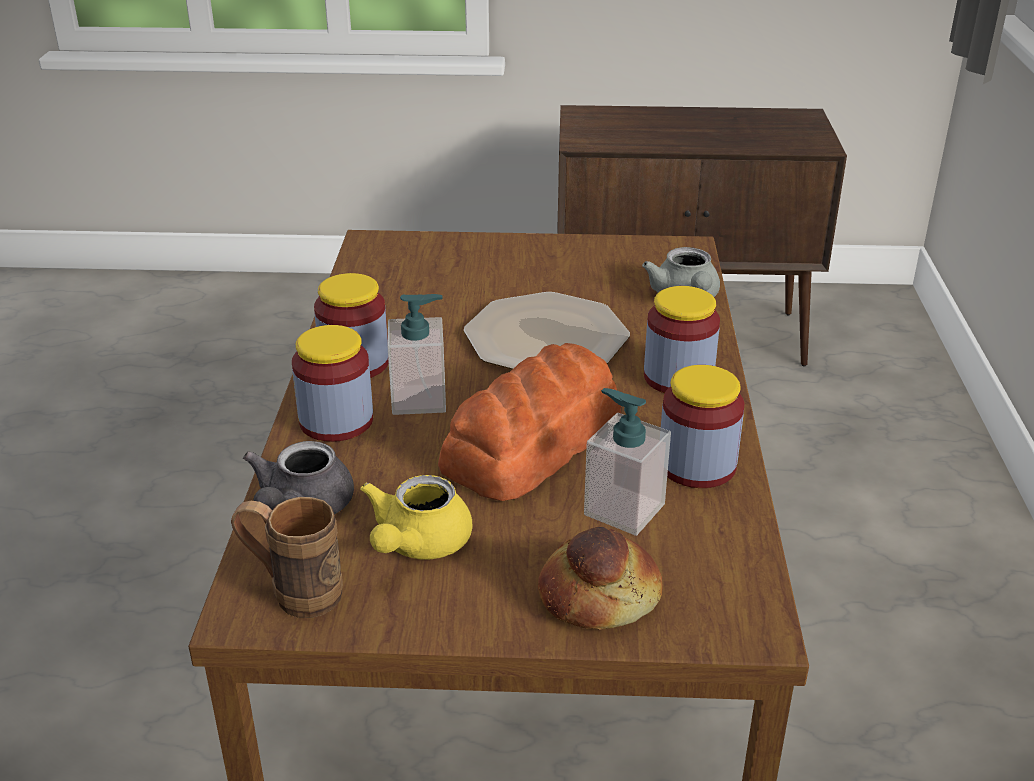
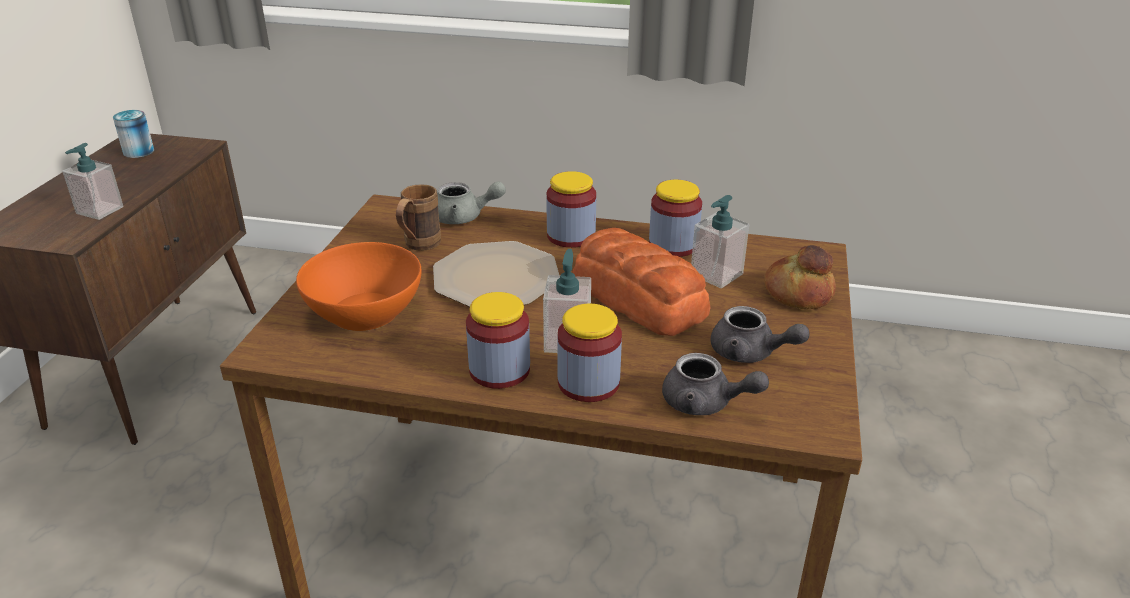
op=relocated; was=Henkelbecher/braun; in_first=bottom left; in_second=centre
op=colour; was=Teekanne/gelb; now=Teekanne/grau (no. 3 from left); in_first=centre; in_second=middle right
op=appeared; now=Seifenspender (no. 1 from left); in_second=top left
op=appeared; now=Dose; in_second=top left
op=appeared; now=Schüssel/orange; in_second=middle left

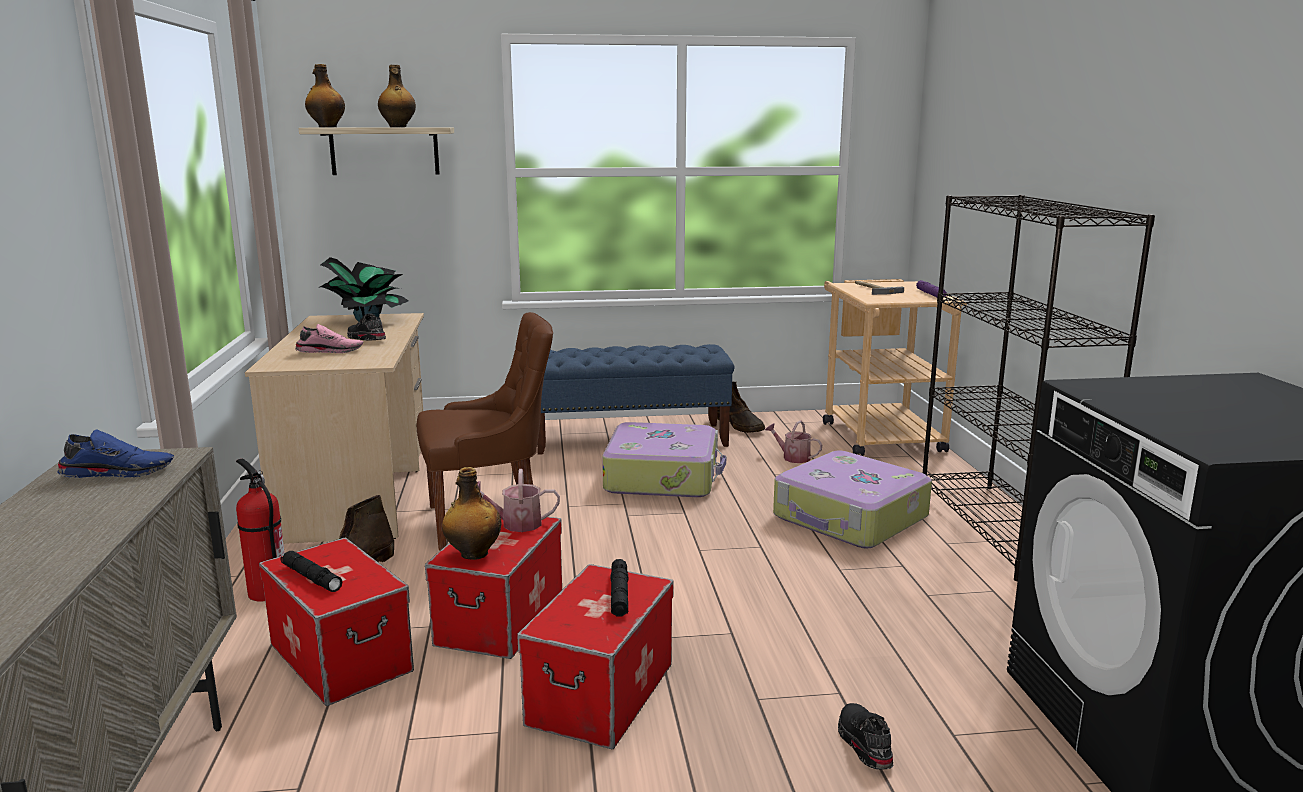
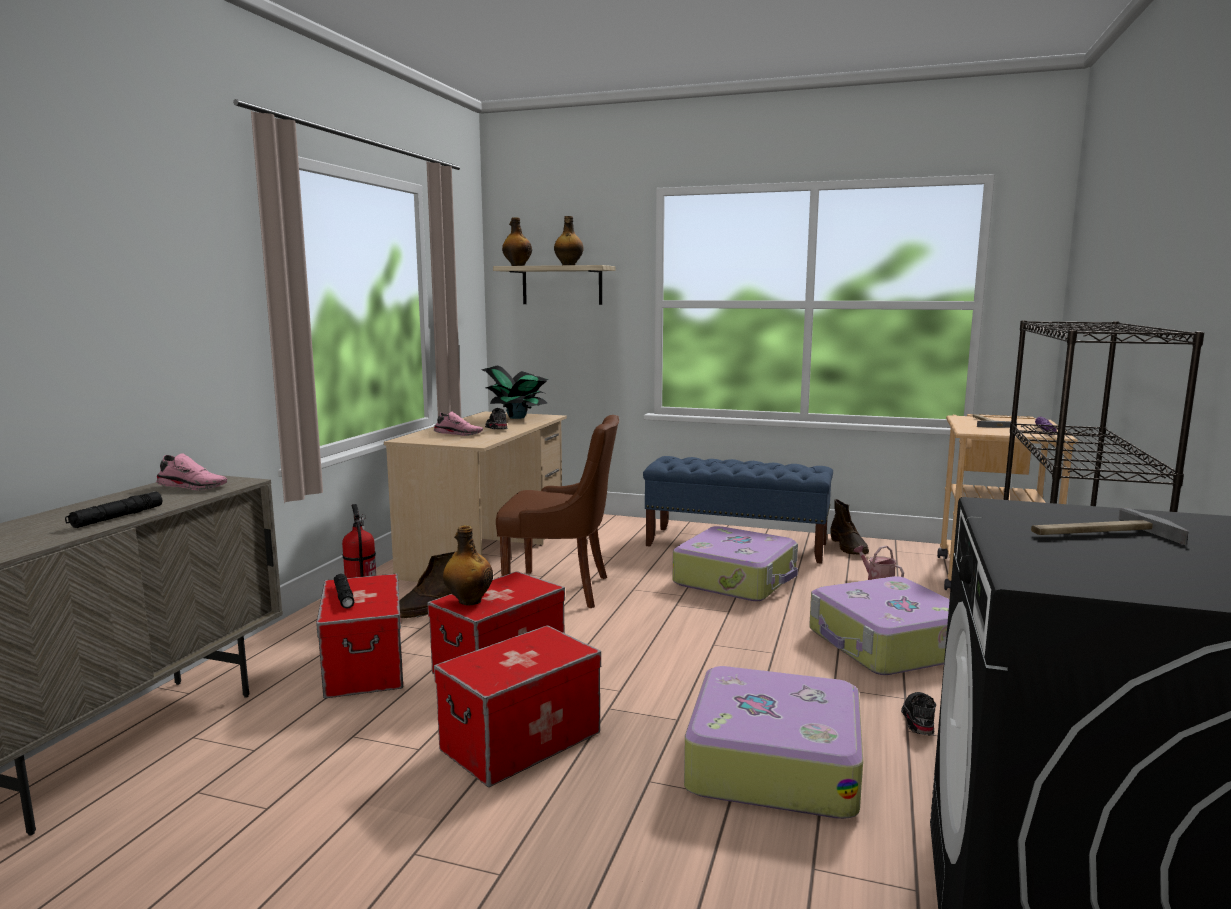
op=colour; was=Schuh/blau; now=Schuh/rosa (no. 1 from left); in_first=middle left; in_second=middle left
op=missing; was=Gießkanne (no. 1 from left); in_first=centre
op=relocated; was=Taschenlampe/schwarz (no. 2 from left in the first image); now=Taschenlampe/schwarz (no. 1 from left); in_first=bottom centre; in_second=middle left
op=relocated; was=Schuh/schwarz (no. 2 from left); in_first=bottom centre; in_second=bottom right
op=appeared; now=Koffer (no. 2 from left); in_second=bottom centre
op=appeared; now=Hammer (no. 2 from left); in_second=middle right

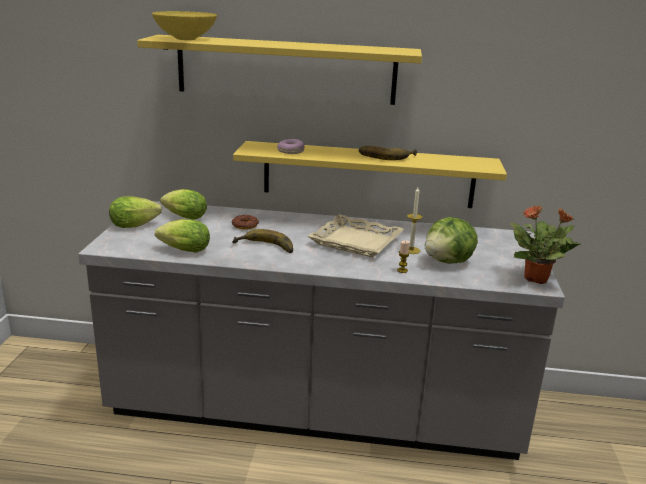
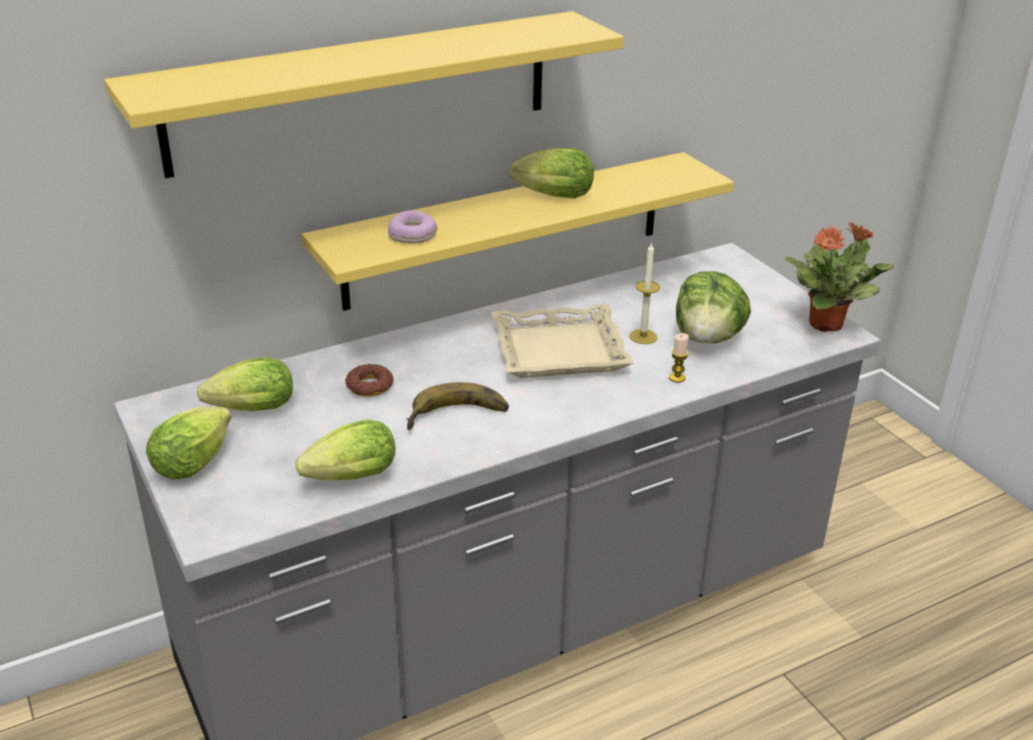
op=missing; was=Schüssel/gelb; in_first=top left
op=exchanged; was=Banane (no. 2 from left); now=Salatkopf (no. 4 from left); in_first=top centre; in_second=top centre

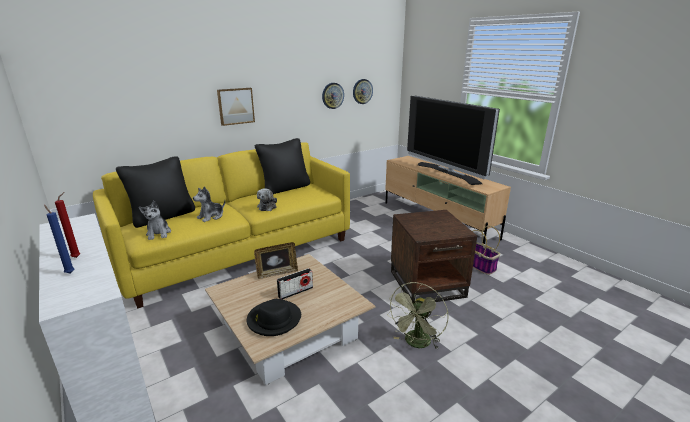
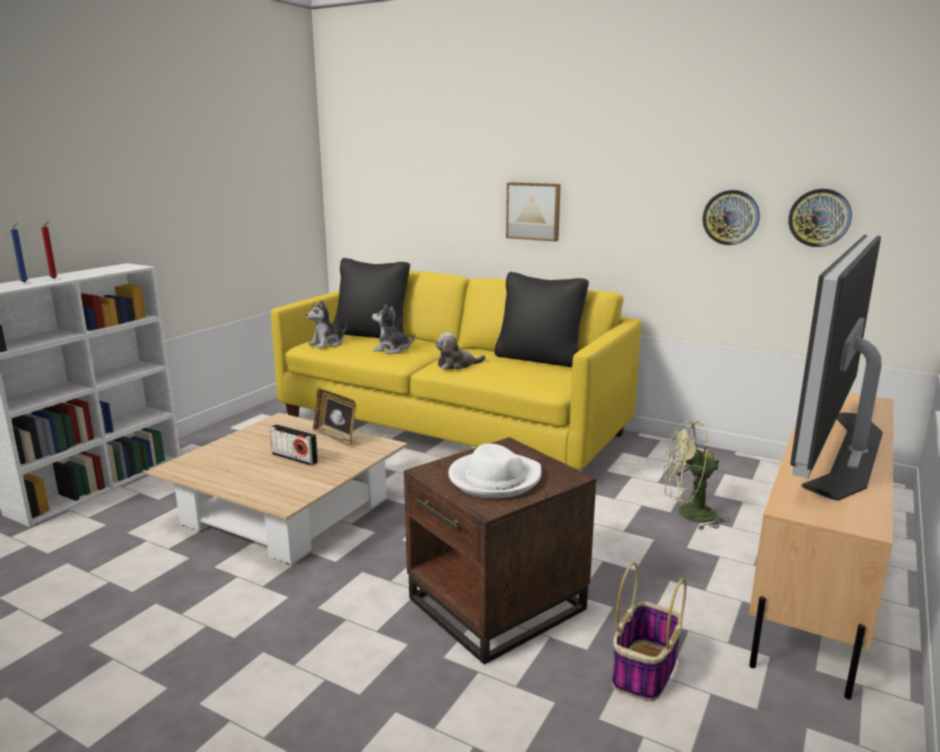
op=missing; was=Hut/schwarz; in_first=bottom centre
op=relocated; was=Ventilator/grün; in_first=bottom centre; in_second=middle right
op=appeared; now=Hut/weiß; in_second=centre

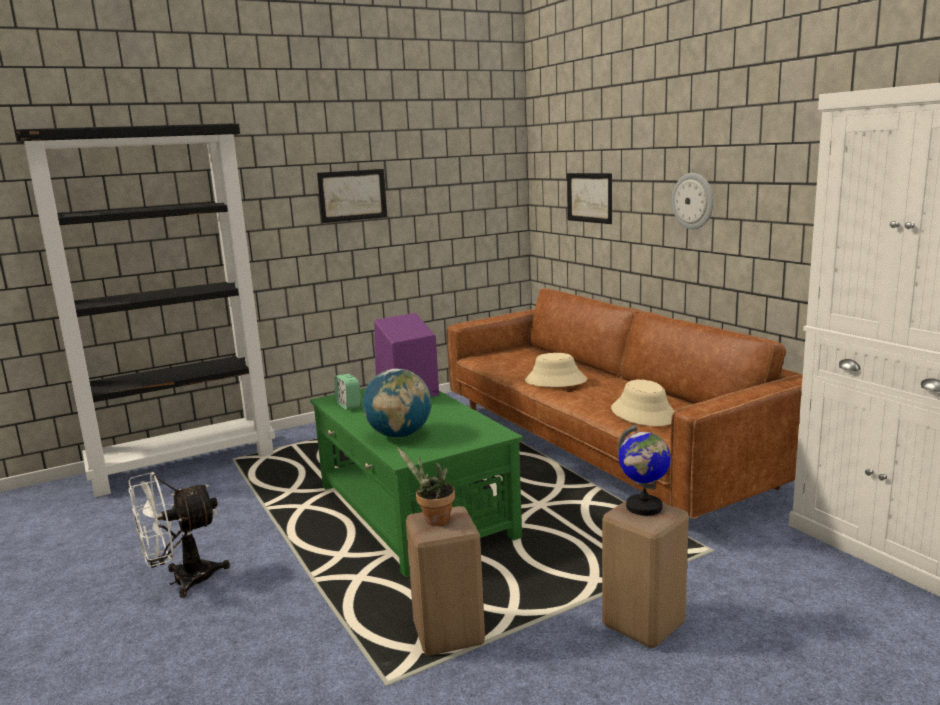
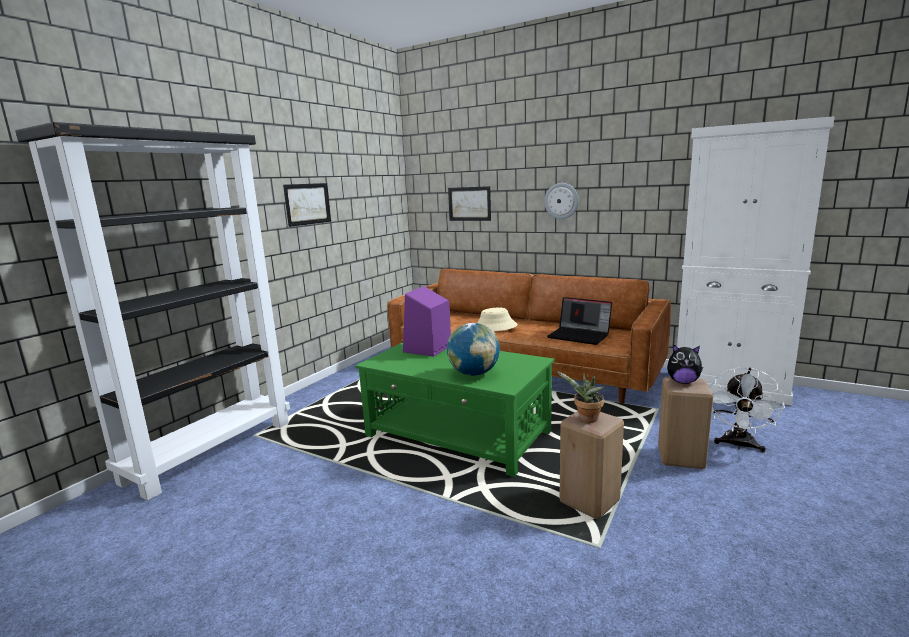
op=relocated; was=Ventilator/weiß; in_first=bottom left; in_second=middle right
op=missing; was=Wecker; in_first=centre
op=exchanged; was=Hut/beige (no. 2 from left); now=Laptop; in_first=middle right; in_second=centre
op=exchanged; was=Globus (no. 2 from left); now=Plüschtier; in_first=bottom right; in_second=middle right

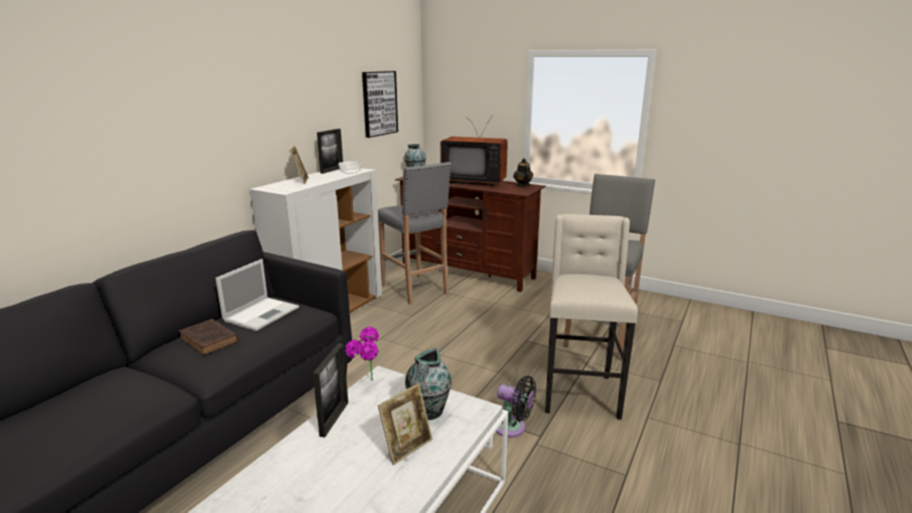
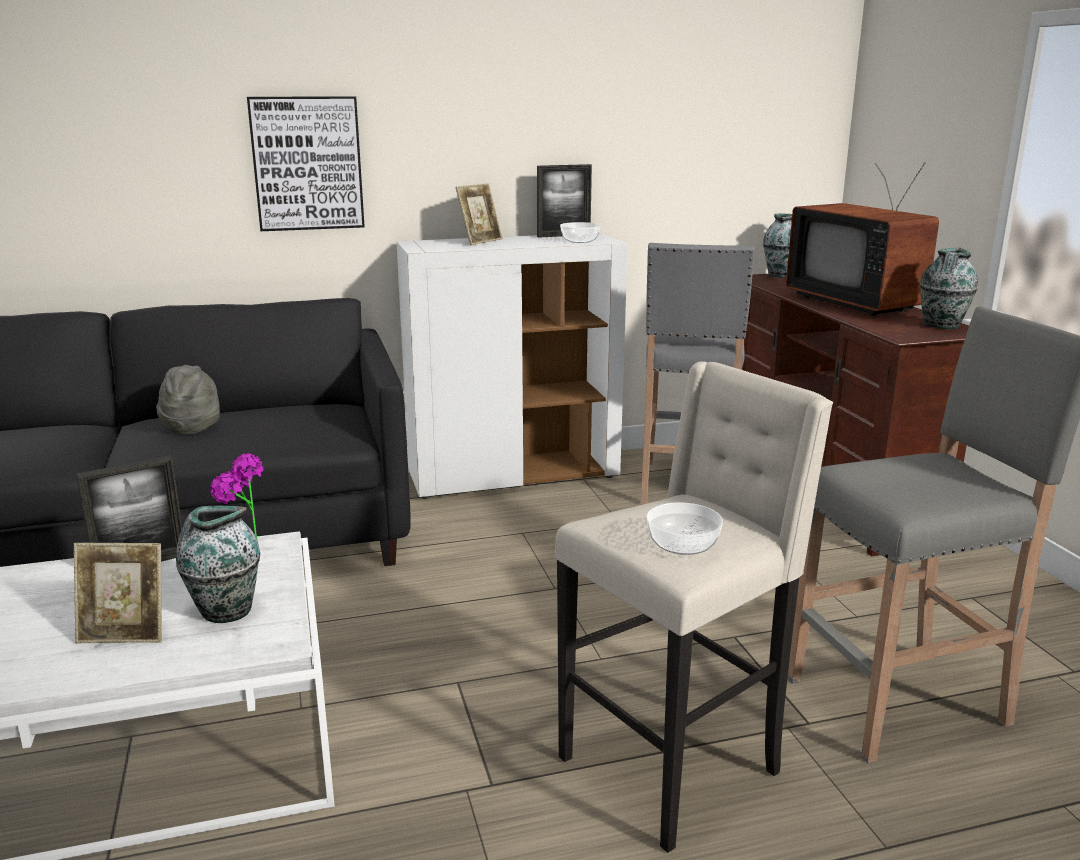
op=exchanged; was=Buch/braun; now=Hut/grau; in_first=middle left; in_second=middle left
op=missing; was=Laptop; in_first=middle left
op=relocated; was=Bild; in_first=top centre; in_second=top left
op=missing; was=Ventilator/schwarz; in_first=bottom centre
op=exchanged; was=Teekanne; now=Vase (no. 3 from left); in_first=centre; in_second=middle right
op=appeared; now=Schüssel (no. 2 from left); in_second=centre

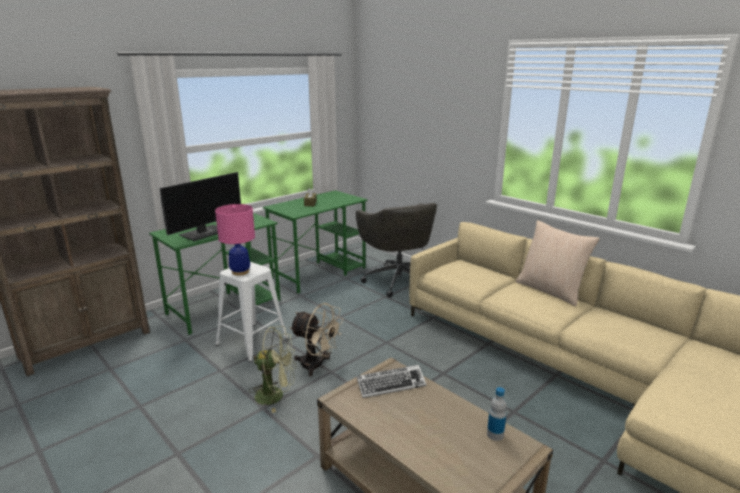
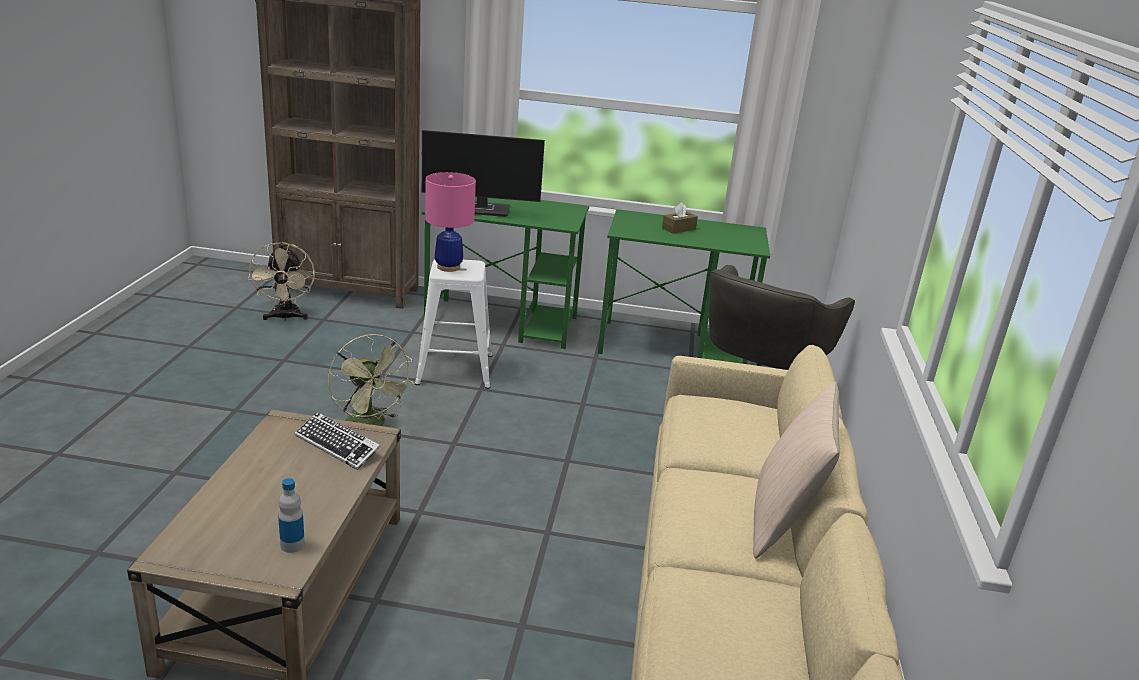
op=relocated; was=Ventilator/beige; in_first=bottom centre; in_second=middle left

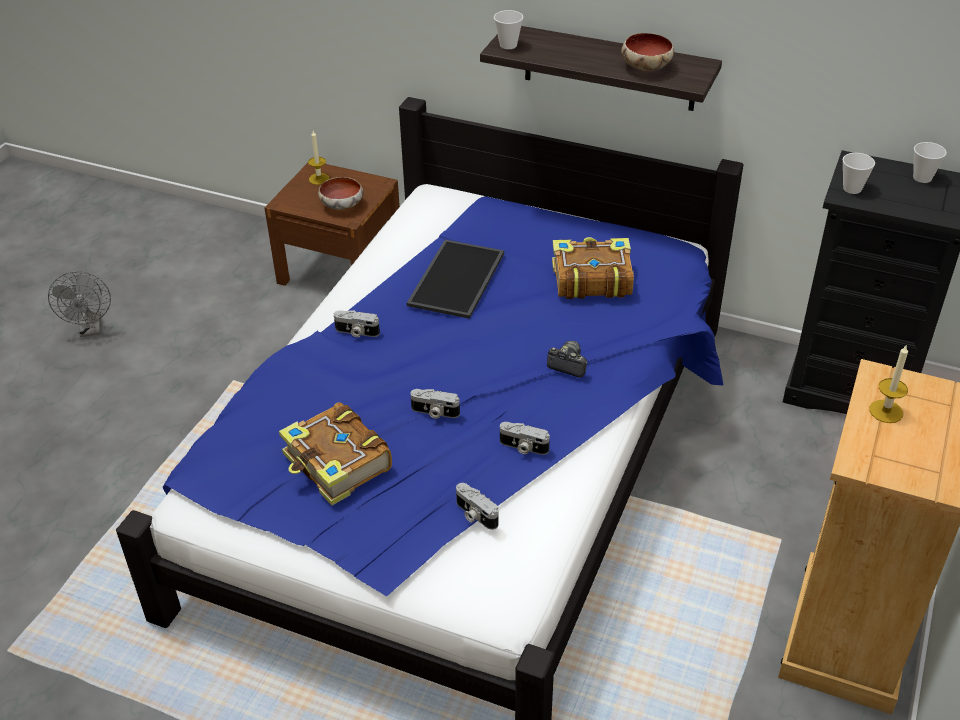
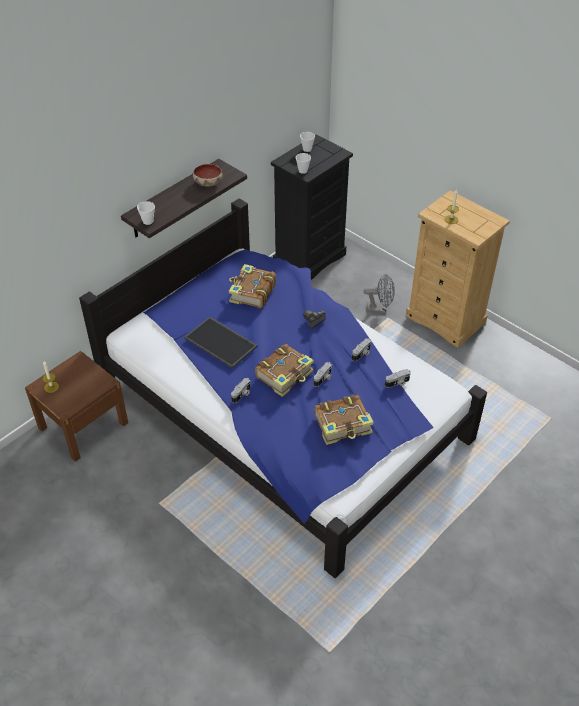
op=relocated; was=Ventilator/grau; in_first=middle left; in_second=centre
op=missing; was=Schüssel (no. 1 from left); in_first=top centre
op=appeared; now=Buch (no. 2 from left); in_second=centre

